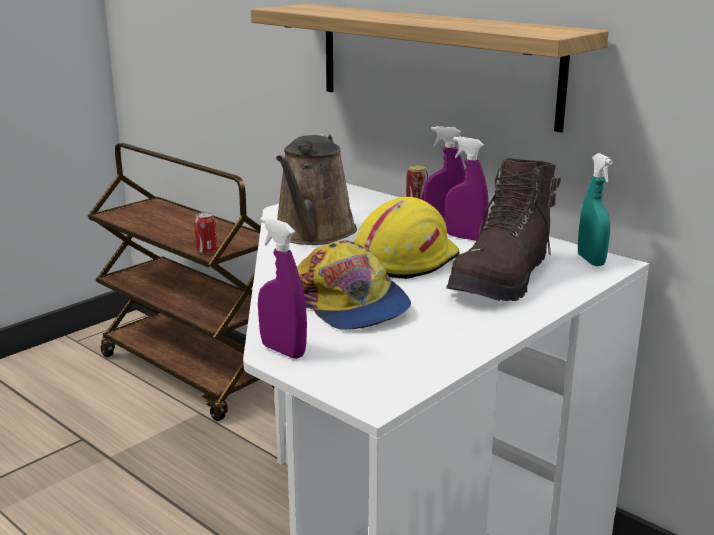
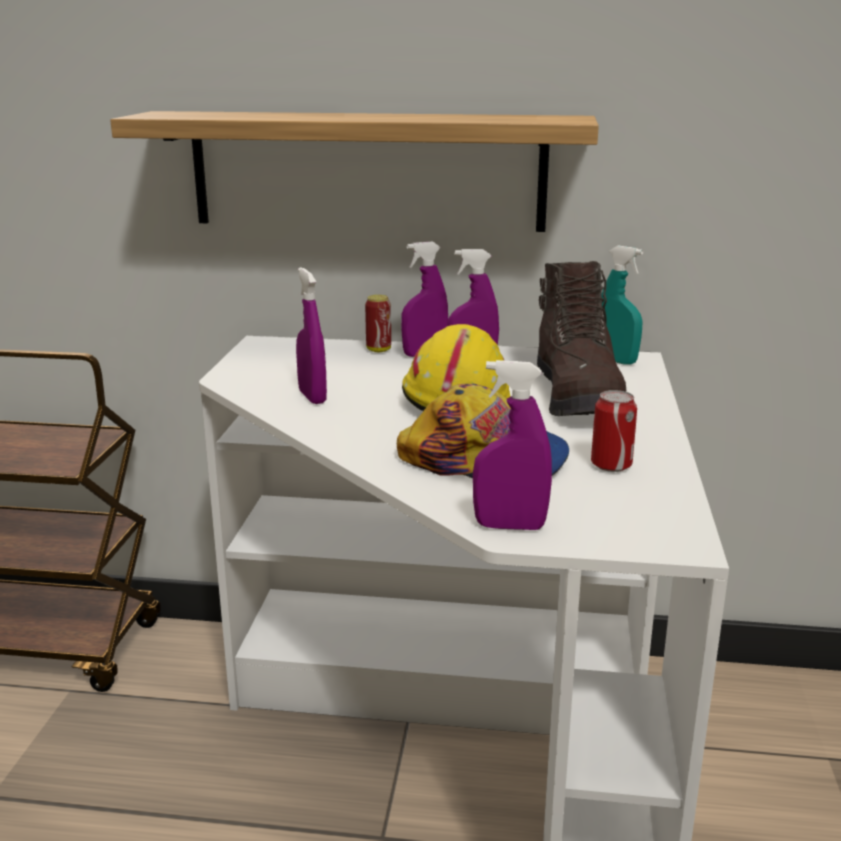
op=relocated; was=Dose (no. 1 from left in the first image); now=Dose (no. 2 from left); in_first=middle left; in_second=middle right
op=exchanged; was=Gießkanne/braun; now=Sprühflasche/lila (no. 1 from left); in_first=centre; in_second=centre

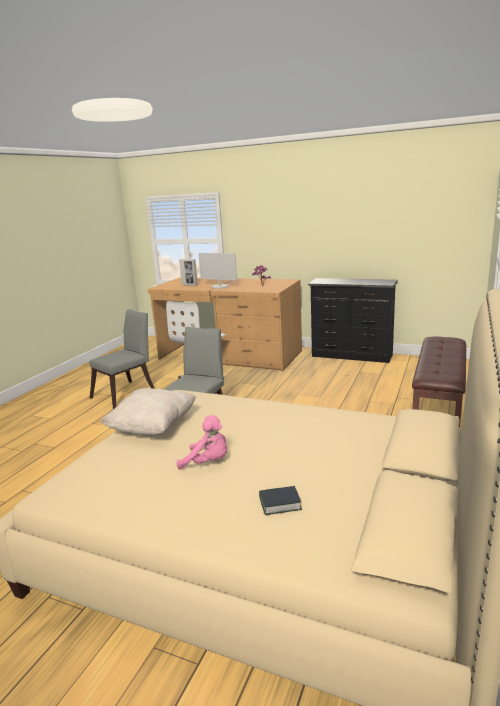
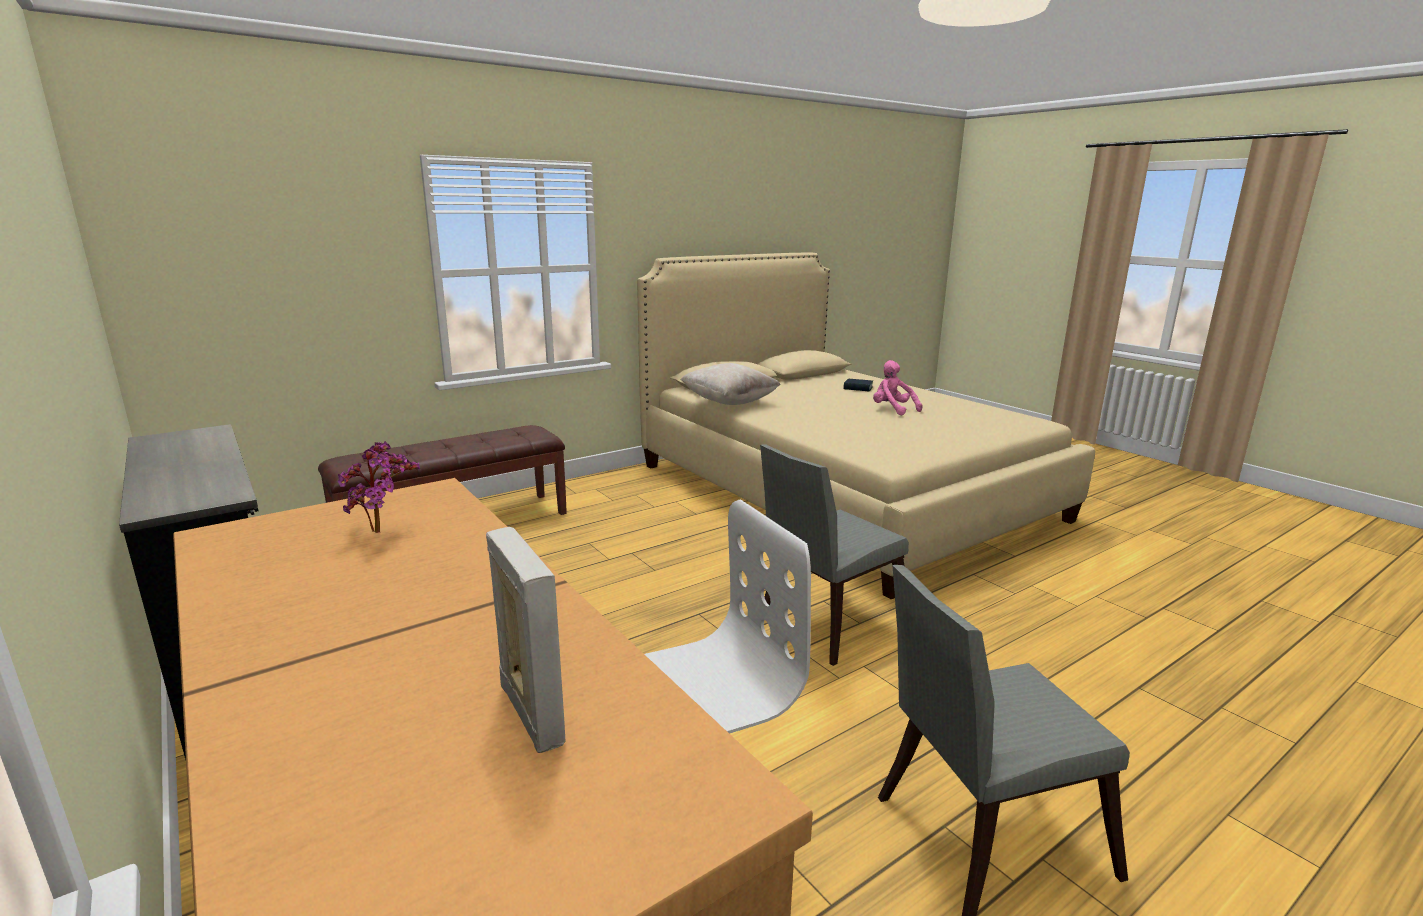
op=relocated; was=Kissen/beige; in_first=middle left; in_second=centre
op=missing; was=Monitor; in_first=centre

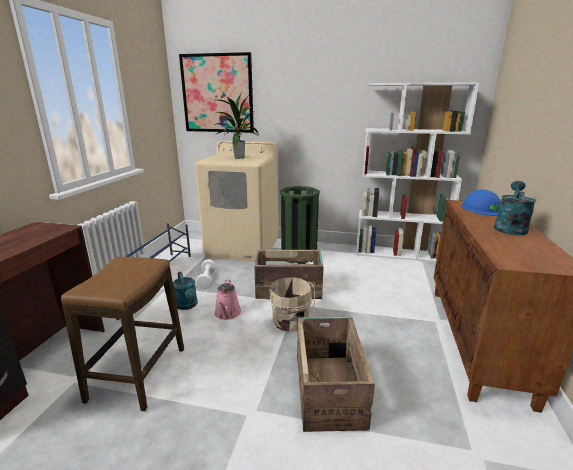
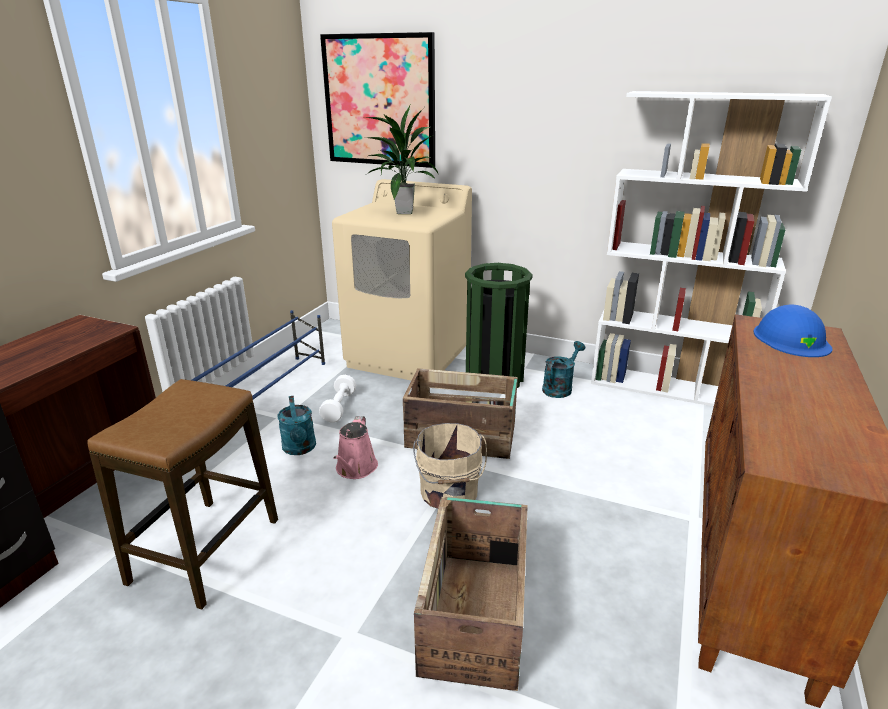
op=relocated; was=Gießkanne/türkis (no. 2 from left); in_first=middle right; in_second=centre

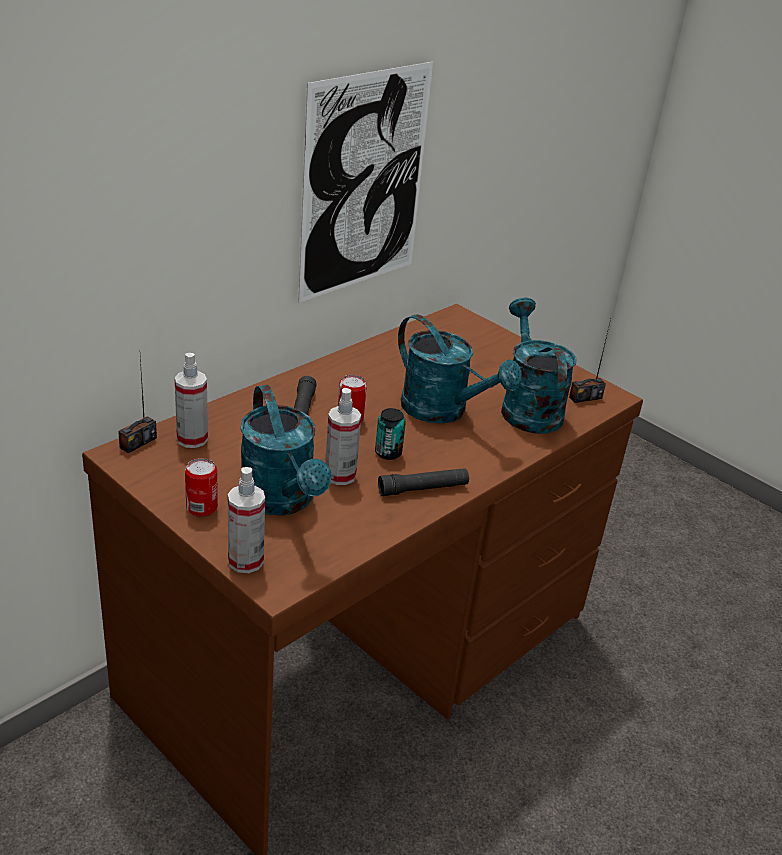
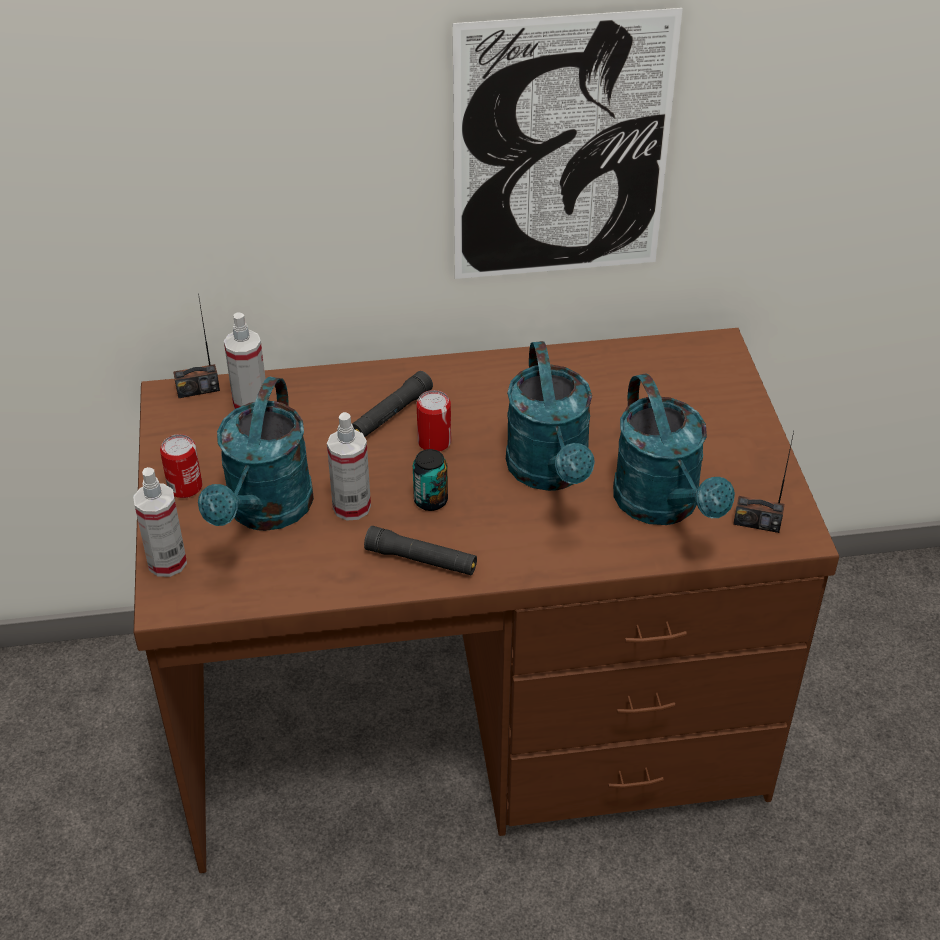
op=spun; was=Gießkanne/türkis (no. 3 from left); in_first=middle right; in_second=middle right; clockwise=135

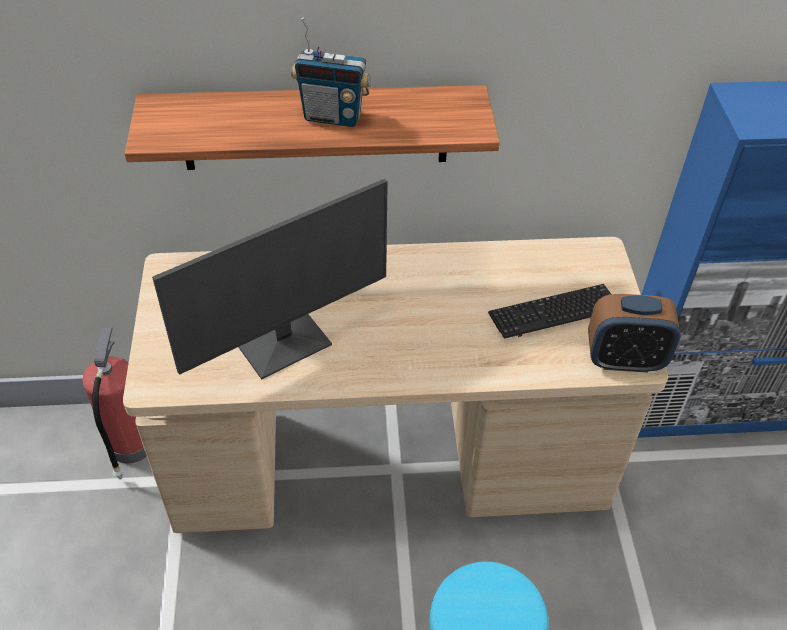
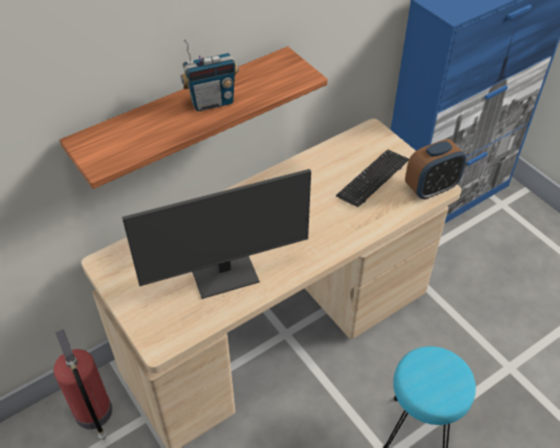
op=spun; was=Monitor; in_first=centre; in_second=centre; clockwise=45

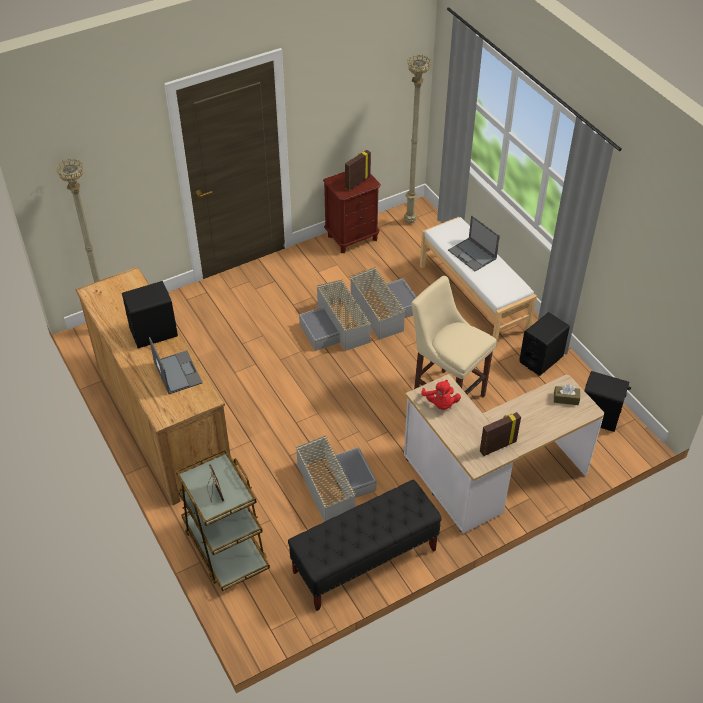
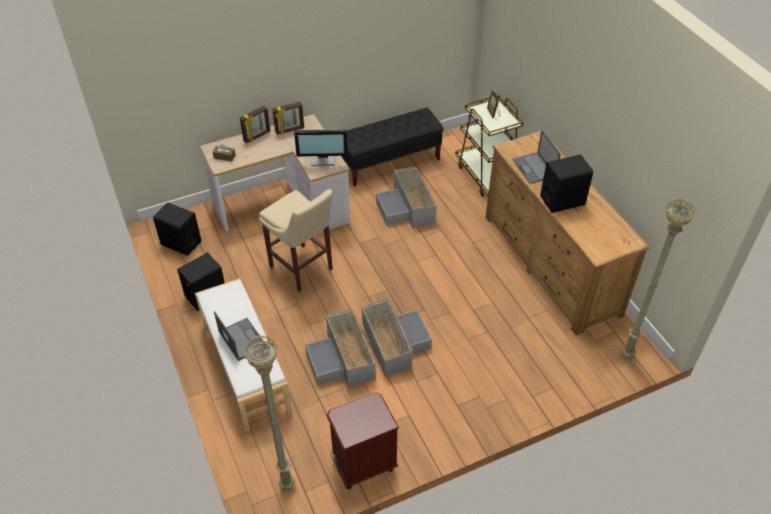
op=relocated; was=Bilderrahmen (no. 2 from left in the first image); now=Bilderrahmen (no. 1 from left); in_first=top centre; in_second=top left
op=exchanged; was=Plüschtier/rot; now=Monitor; in_first=centre; in_second=top centre

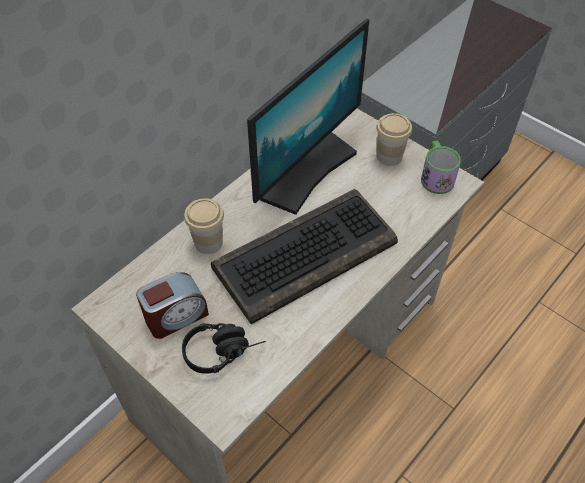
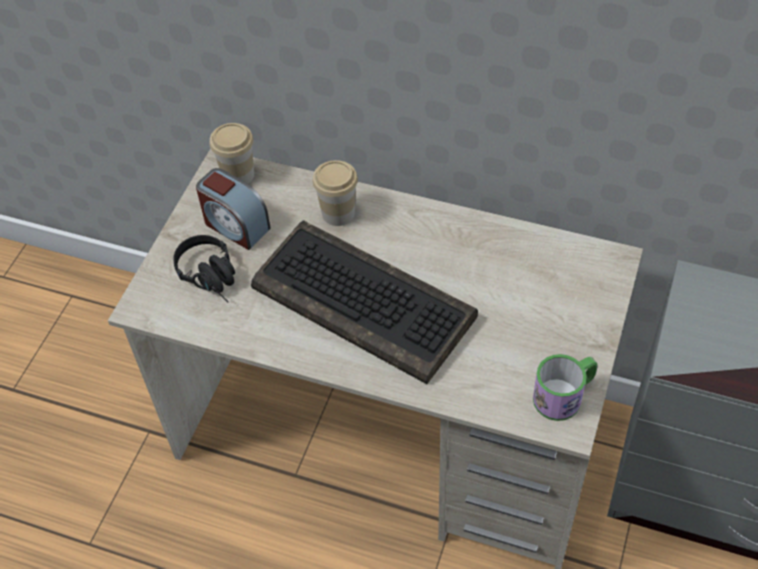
op=missing; was=Monitor; in_first=top centre
op=relocated; was=Tasse (no. 2 from left in the first image); now=Tasse (no. 1 from left); in_first=top right; in_second=top left

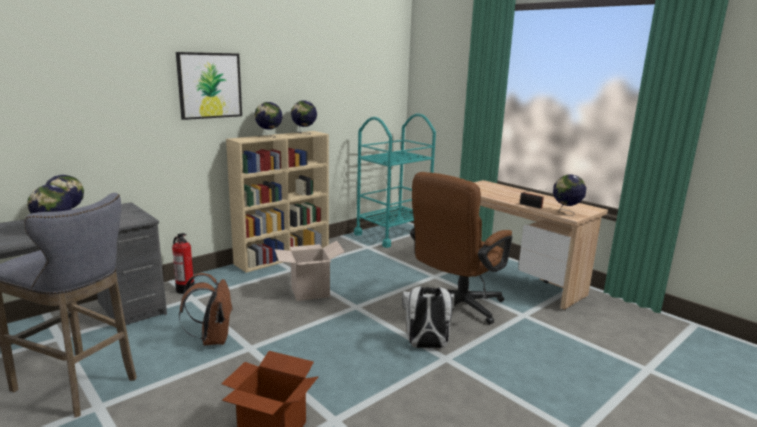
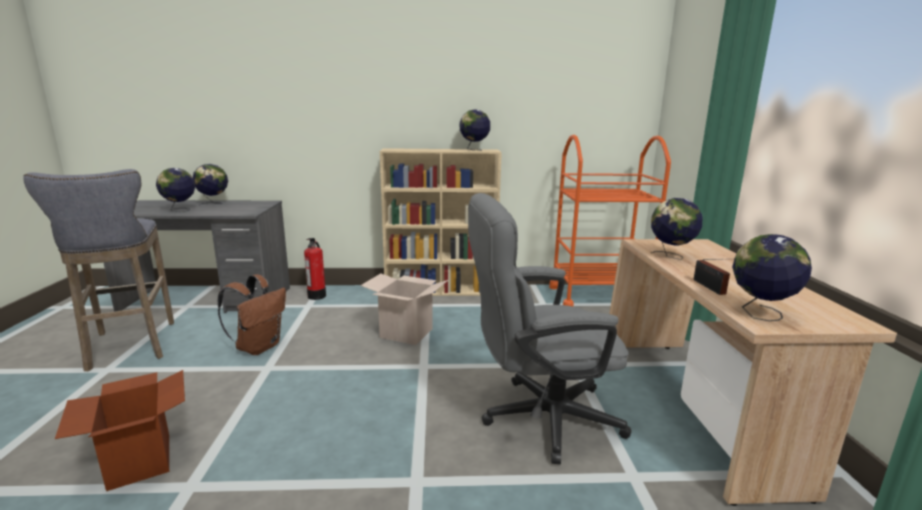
op=missing; was=Bild; in_first=top left
op=relocated; was=Globus (no. 3 from left in the first image); now=Globus (no. 4 from left); in_first=top centre; in_second=middle right
op=colour; was=Rollwagen/türkis; now=Rollwagen/orange; in_first=centre; in_second=centre
op=missing; was=Rucksack/weiß; in_first=bottom centre
op=colour; was=Bürostuhl/braun; now=Bürostuhl/grau; in_first=centre; in_second=centre

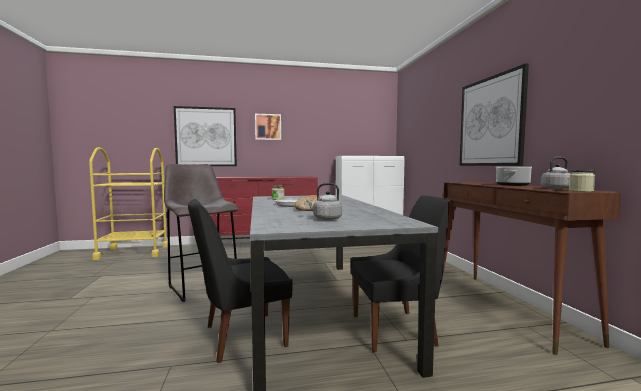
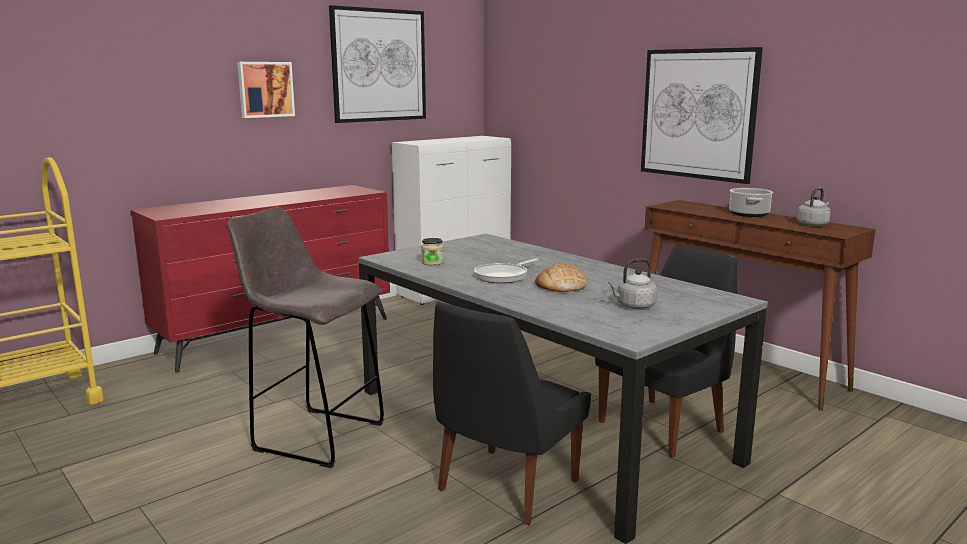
op=relocated; was=Bild (no. 1 from left in the first image); now=Bild (no. 2 from left); in_first=middle left; in_second=top centre
op=missing; was=Vorratsglas (no. 2 from left); in_first=middle right

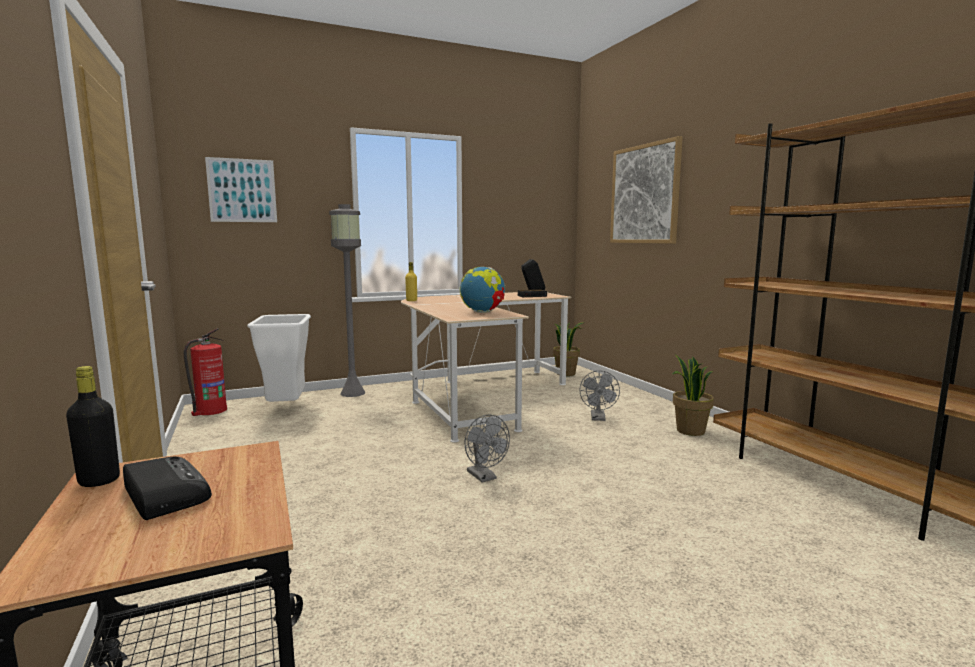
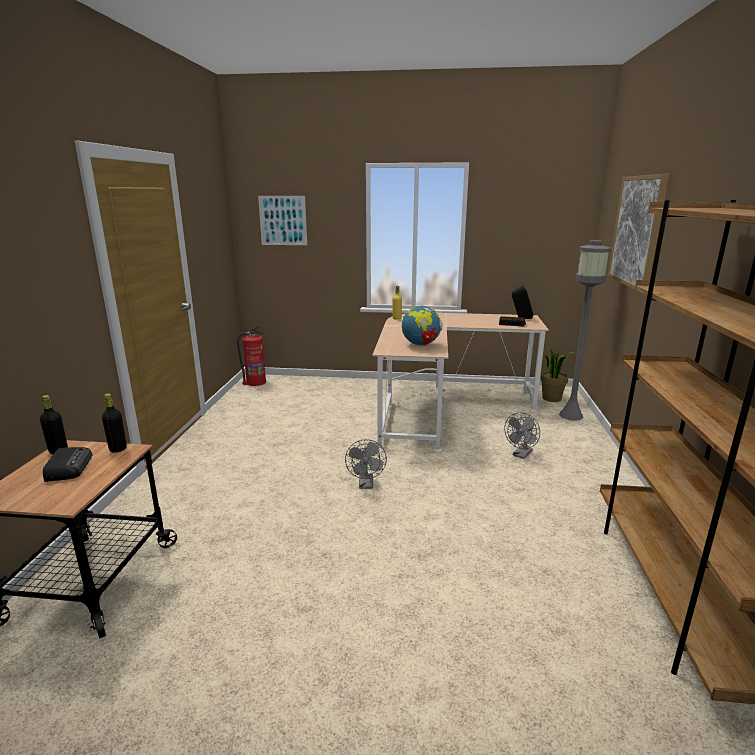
op=missing; was=Mülleimer/weiß; in_first=middle left
op=relocated; was=Stehlampe/grau; in_first=centre; in_second=middle right
op=missing; was=Topfpflanze (no. 2 from left); in_first=middle right
op=appeared; now=Flasche/schwarz (no. 2 from left); in_second=middle left

